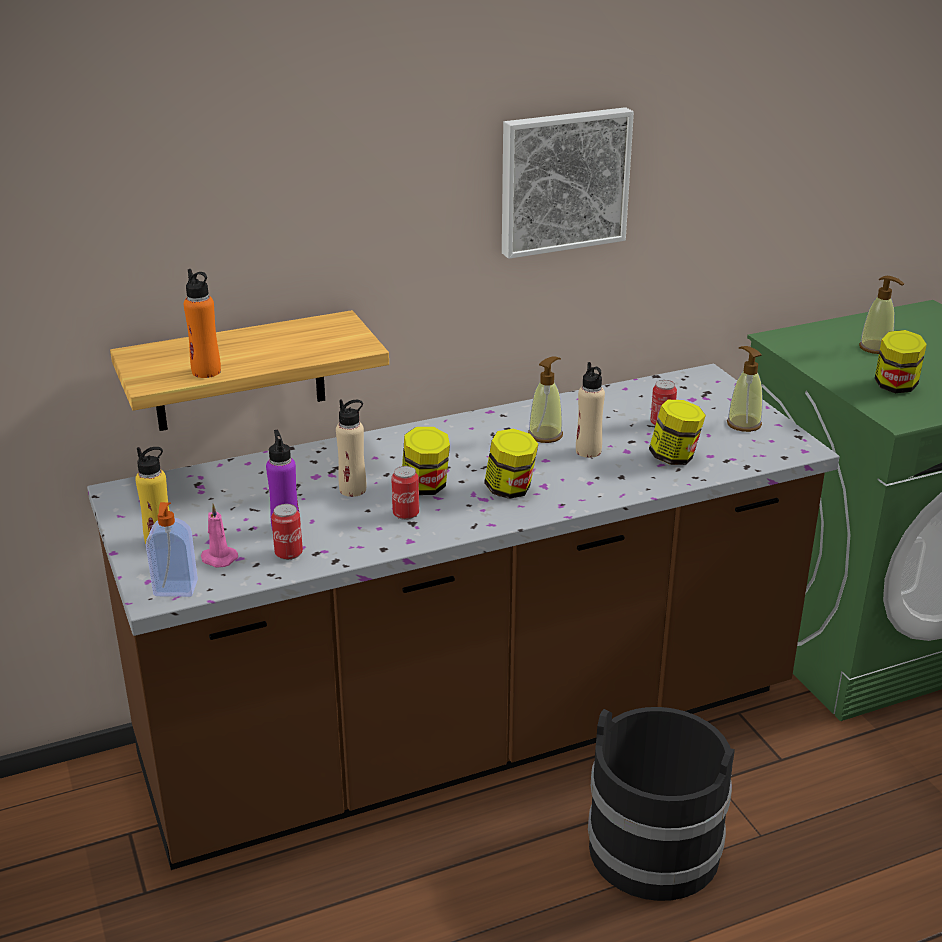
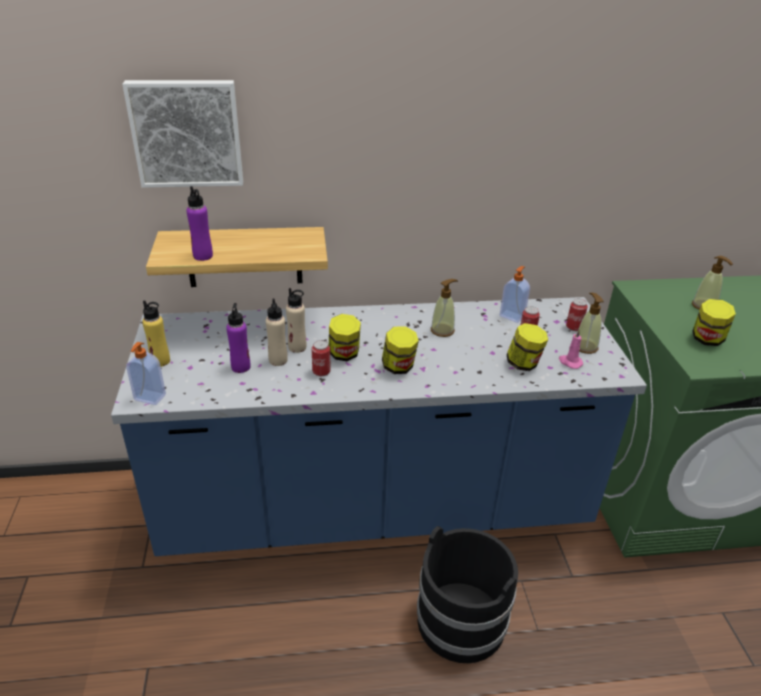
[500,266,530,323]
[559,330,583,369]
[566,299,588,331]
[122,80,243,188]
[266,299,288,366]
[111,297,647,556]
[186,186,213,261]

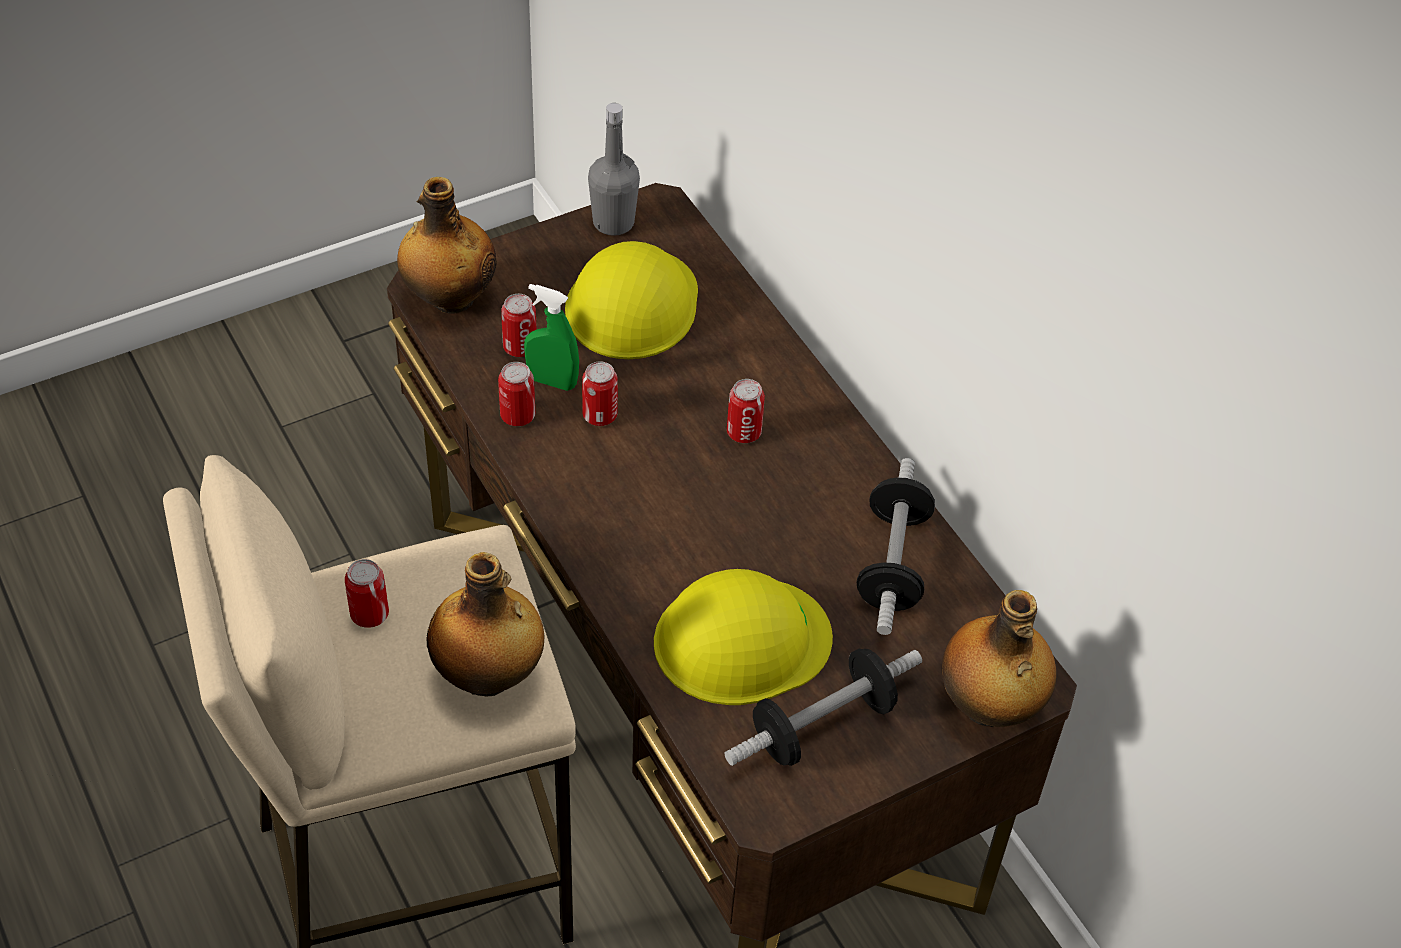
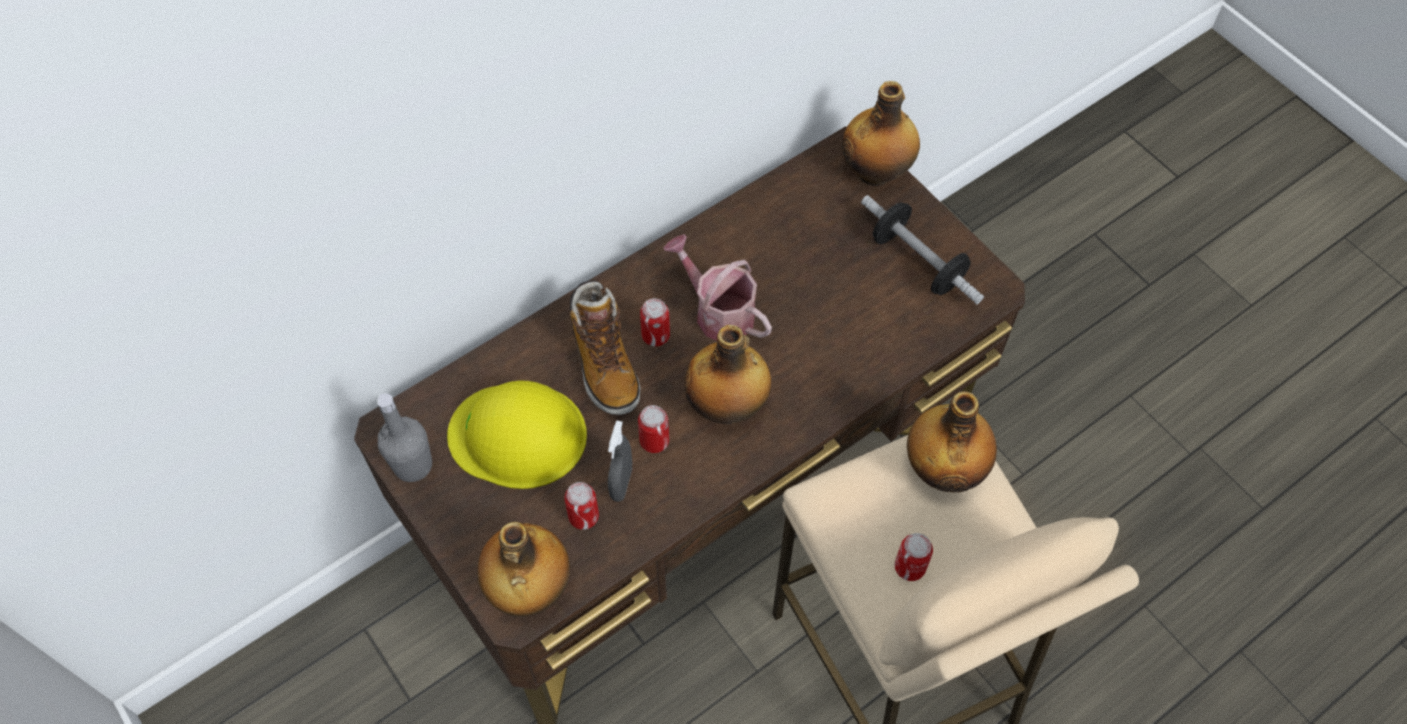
[498,362,535,426] (first image)
[654,569,833,705] (first image)
[857,458,935,635] (first image)
[570,280,640,415]
[664,234,772,340]
[684,325,771,424]
[608,421,632,502]

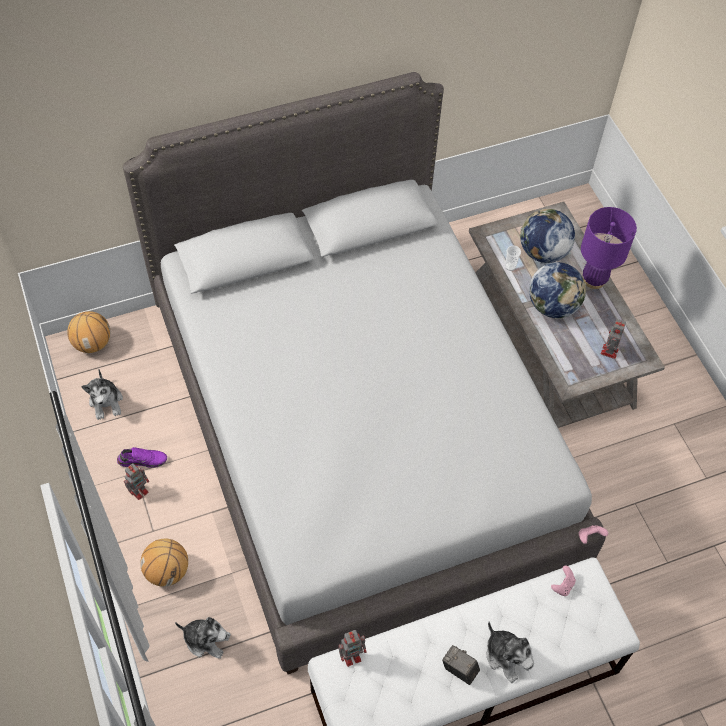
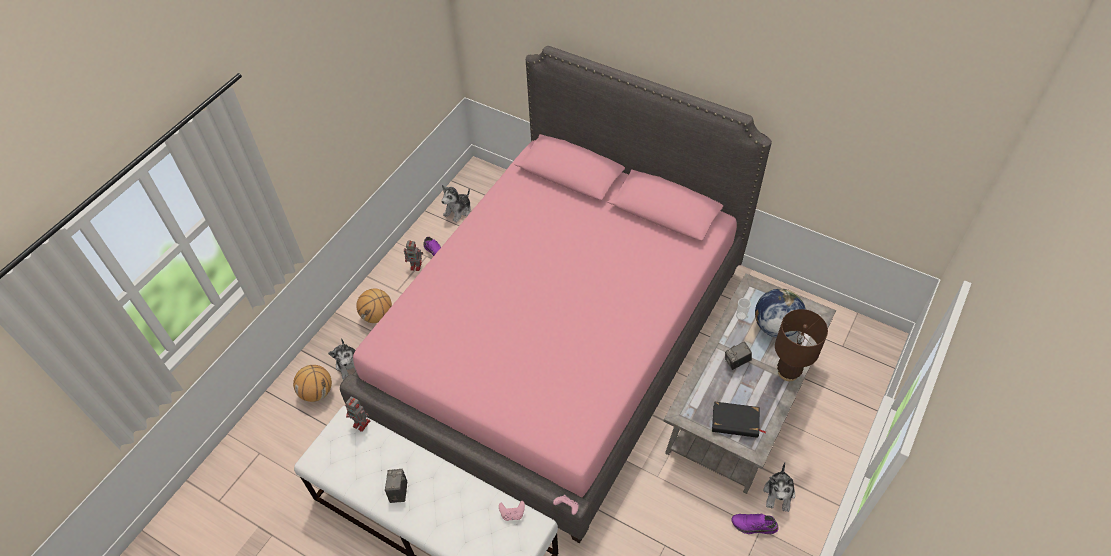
[732,514,779,534]
[293,365,332,402]
[764,463,795,512]
[725,342,752,370]
[712,401,766,438]
[340,46,772,543]
[775,309,828,381]

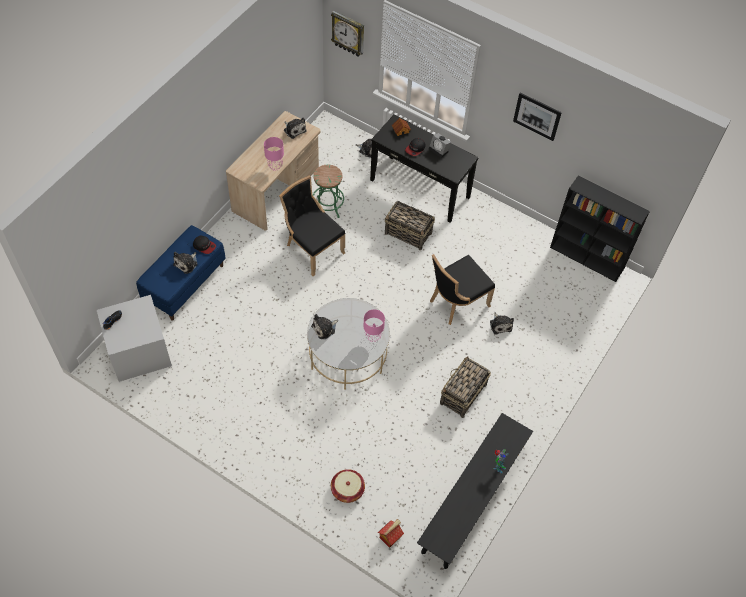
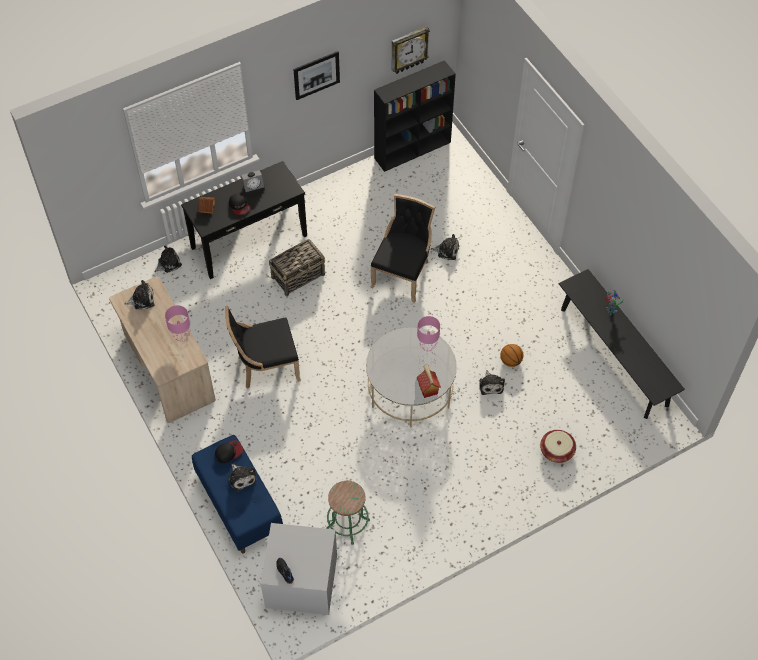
[440,357,491,418] (first image)
[500,344,523,367]
[479,370,505,395]
[326,481,370,545]
[392,26,430,74]
[417,365,441,398]
[370,194,435,303]

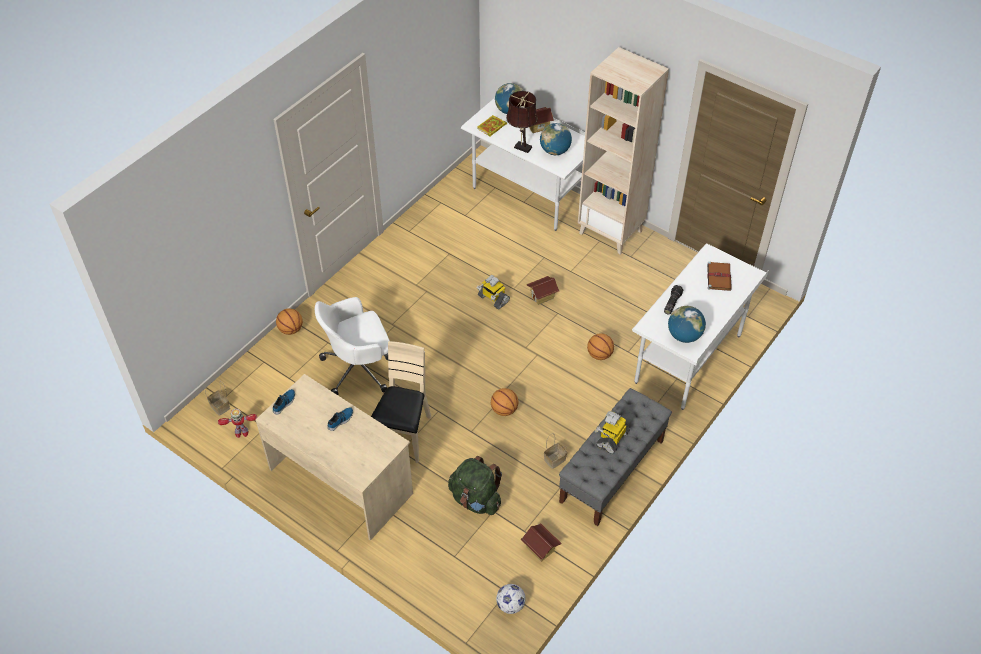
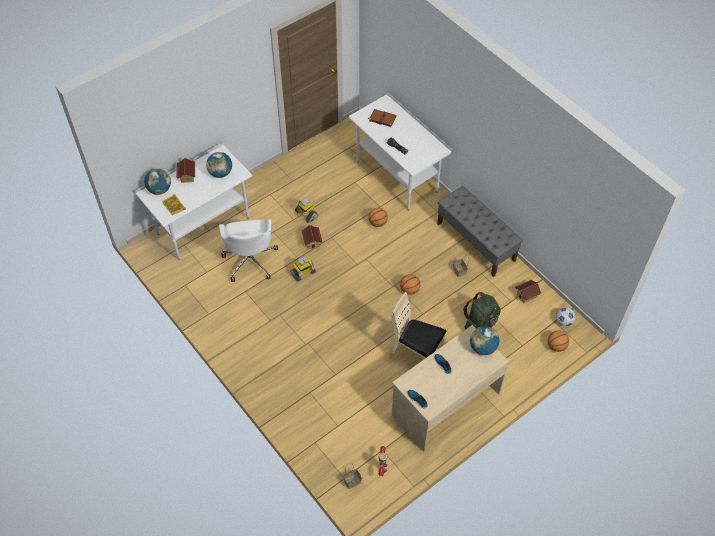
[506,91,538,153] (first image)
[578,47,669,255] (first image)
[548,330,569,352]
[219,219,278,282]
[293,197,318,223]
[470,326,499,355]

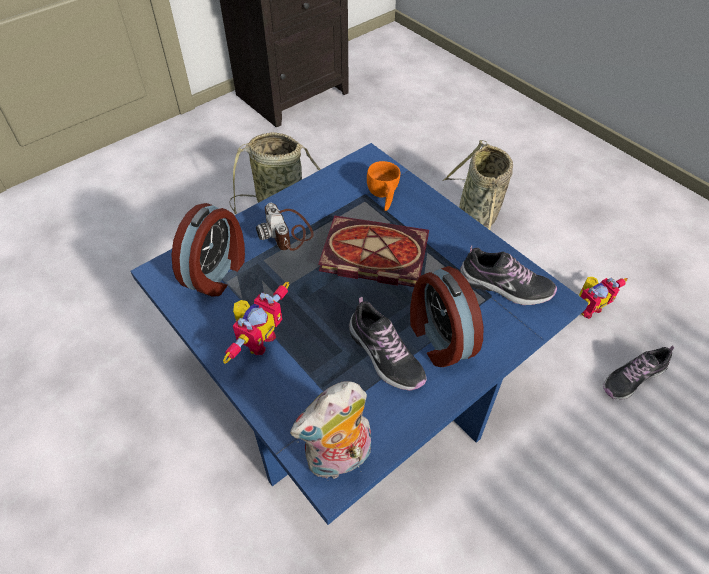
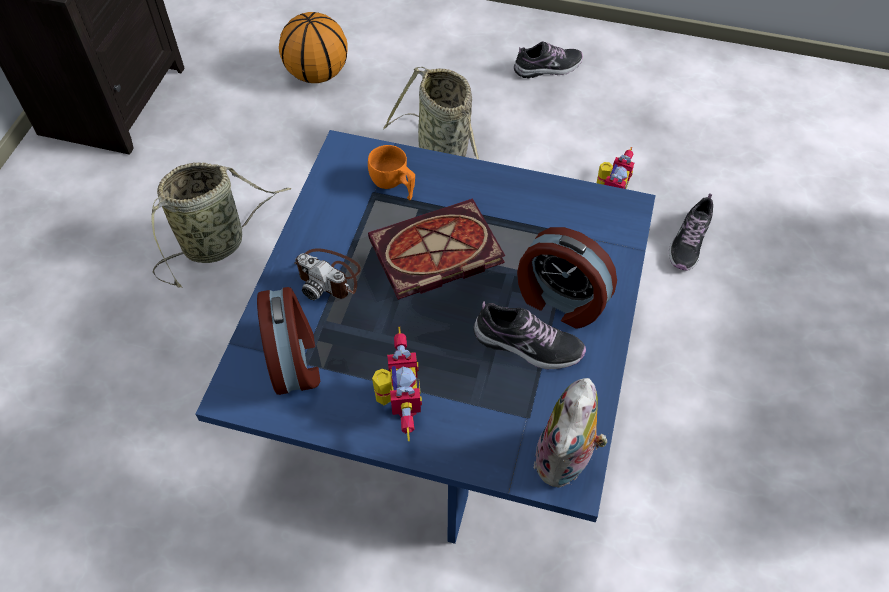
[279,12,348,83]
[514,41,583,78]

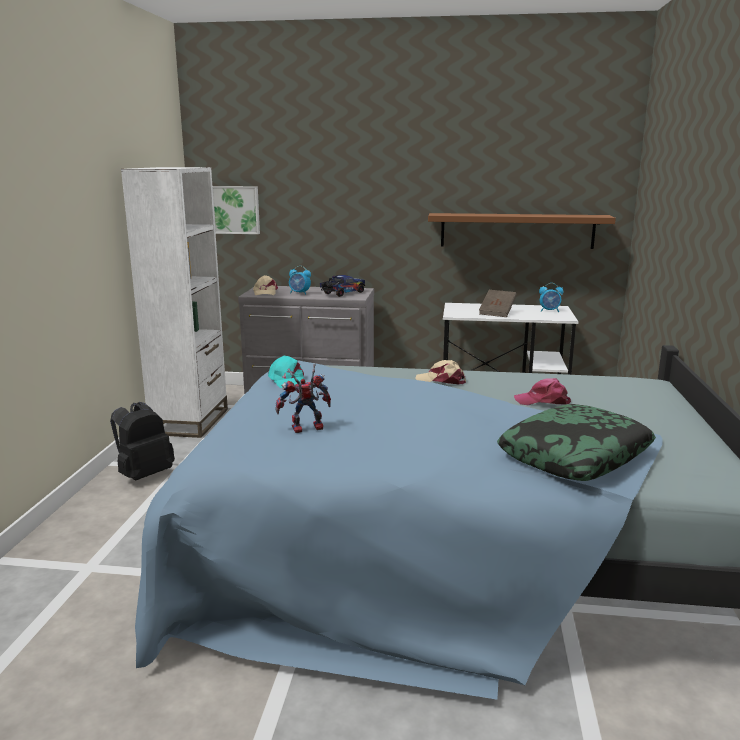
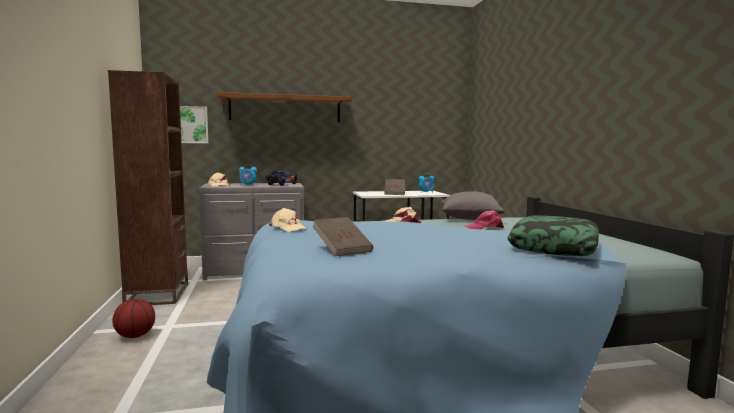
[441,191,505,220]
[216,92,352,122]
[112,299,155,338]
[312,217,373,256]
[108,70,188,305]
[269,208,305,232]

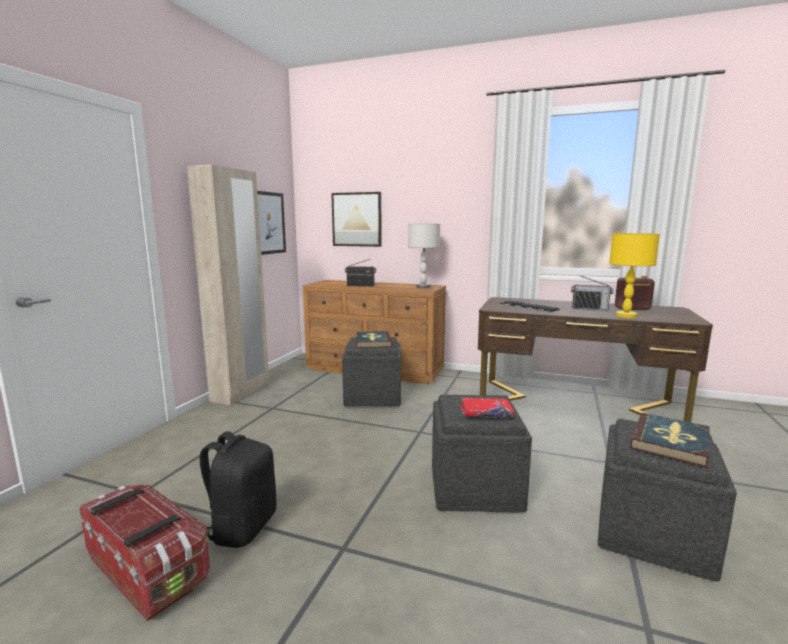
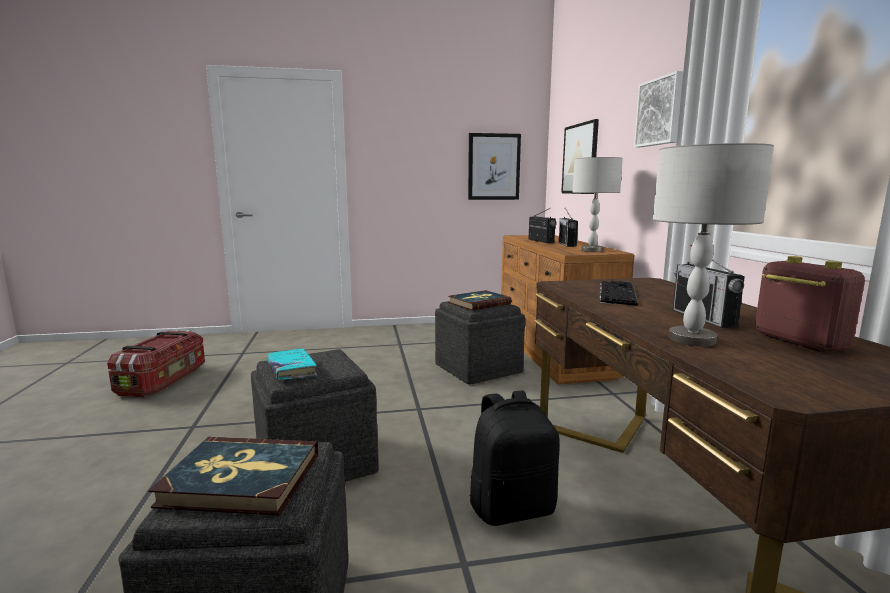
[187,164,269,405] (first image)
[559,208,578,247]
[634,71,683,147]
[470,390,560,526]
[267,348,317,380]
[653,143,774,346]

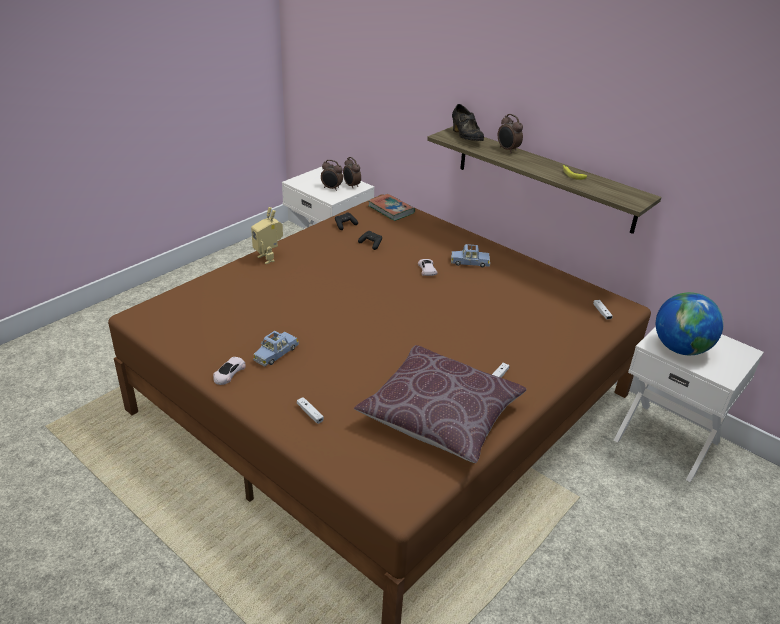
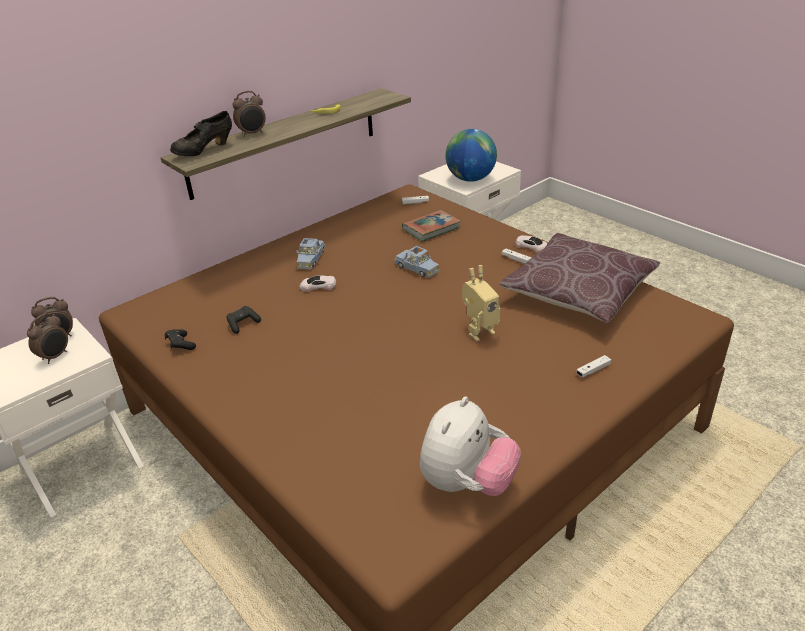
[420,396,521,496]
[515,235,548,253]
[462,265,500,341]
[394,246,440,278]
[402,210,461,242]
[170,111,232,156]

